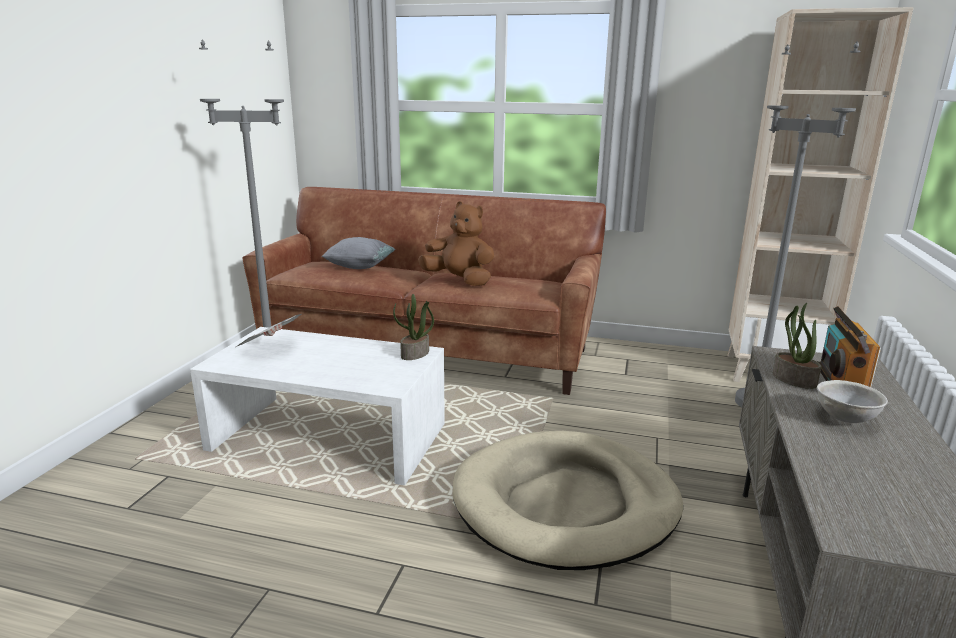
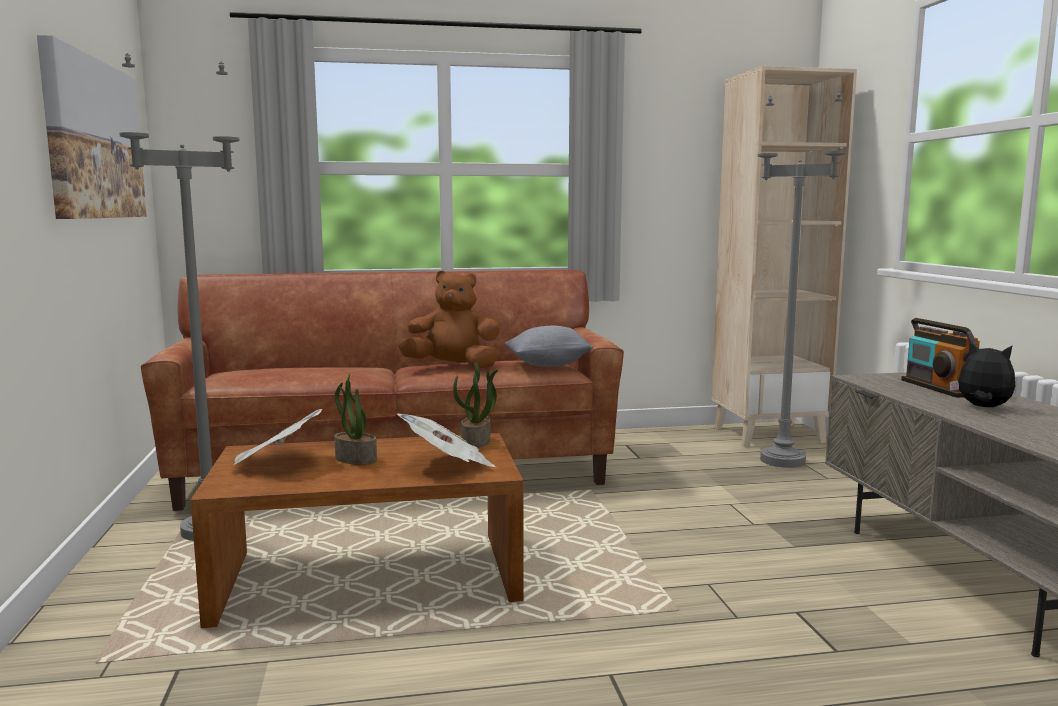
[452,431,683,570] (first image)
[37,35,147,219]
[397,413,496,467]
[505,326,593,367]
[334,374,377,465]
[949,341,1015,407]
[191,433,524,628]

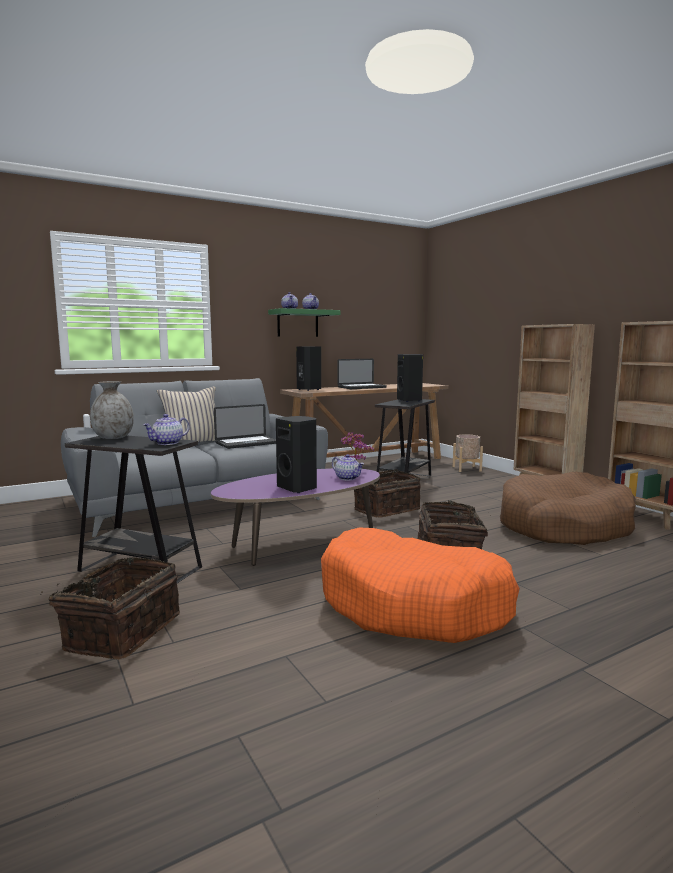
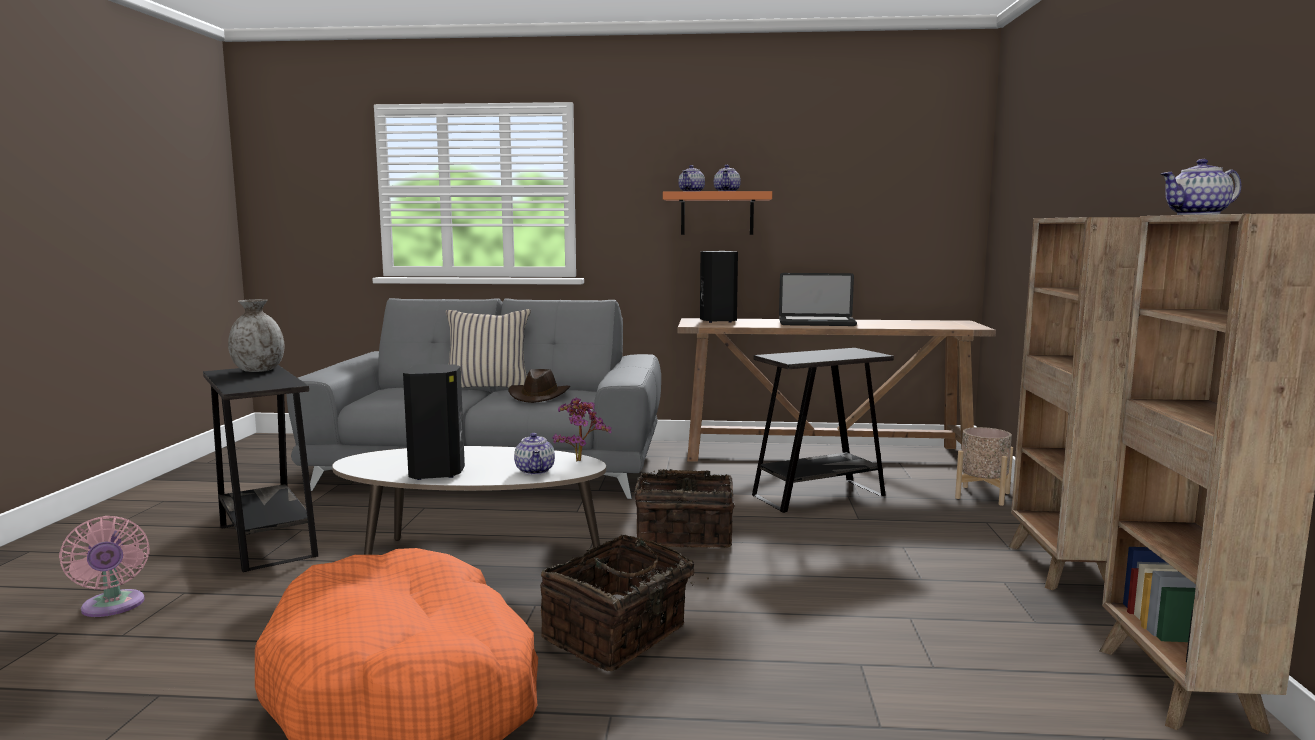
[397,354,423,402] (first image)
[500,472,636,545] (first image)
[1161,159,1241,215]
[59,516,150,617]
[508,369,570,403]
[332,446,606,555]
[663,191,772,235]

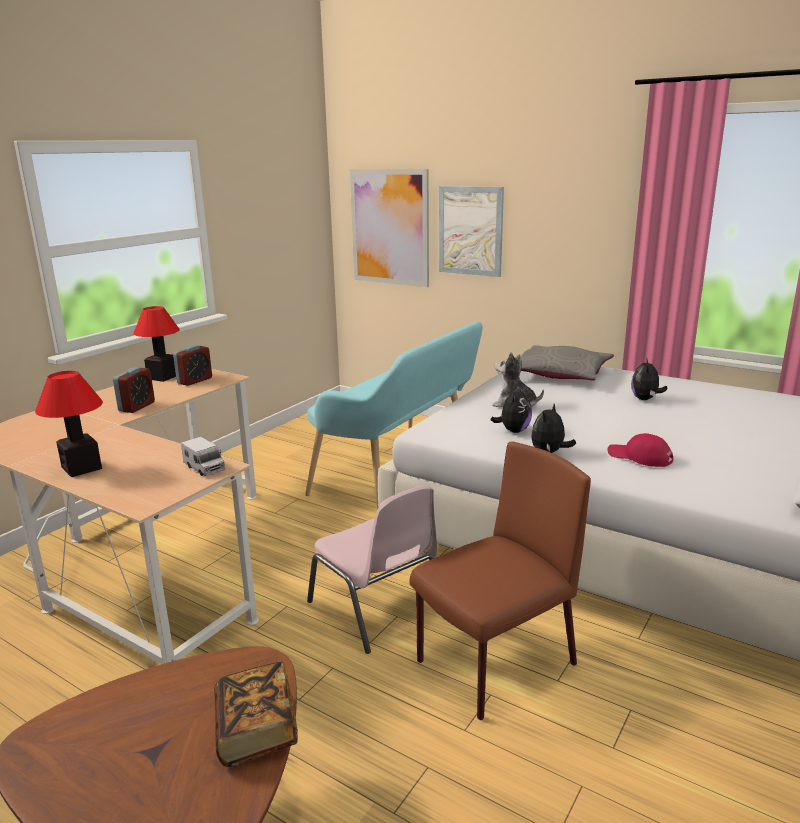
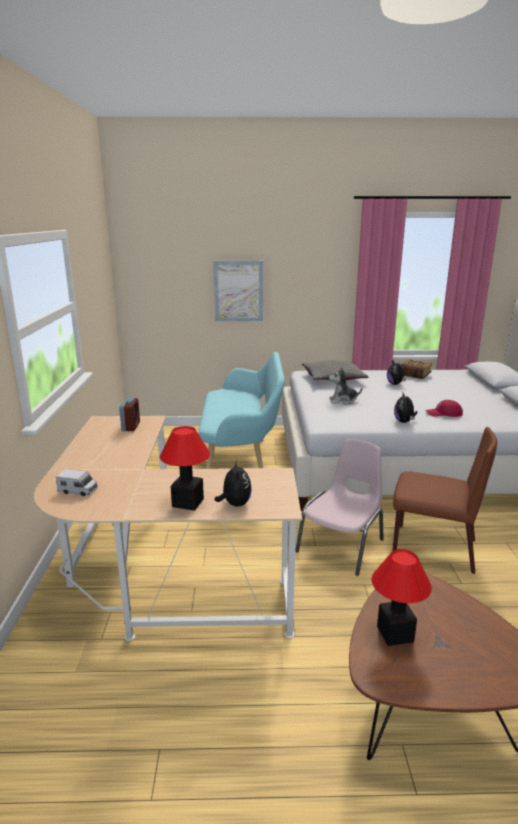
[113,367,155,413] (first image)
[350,169,429,287] (first image)
[372,549,432,646]
[56,469,98,496]
[401,359,432,379]
[215,460,252,507]
[295,439,384,576]
[392,427,497,574]

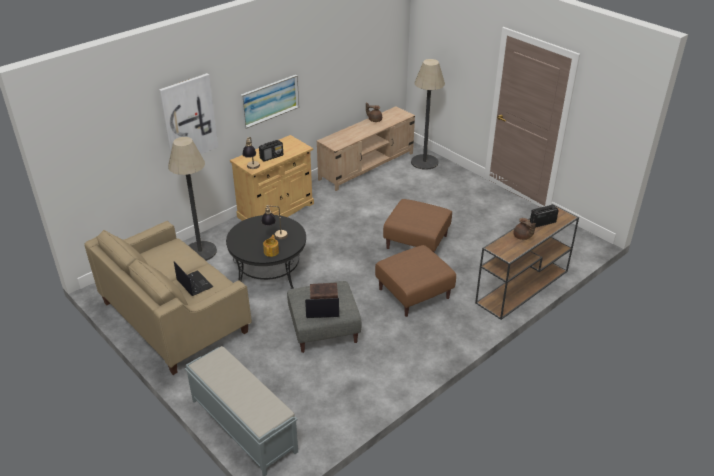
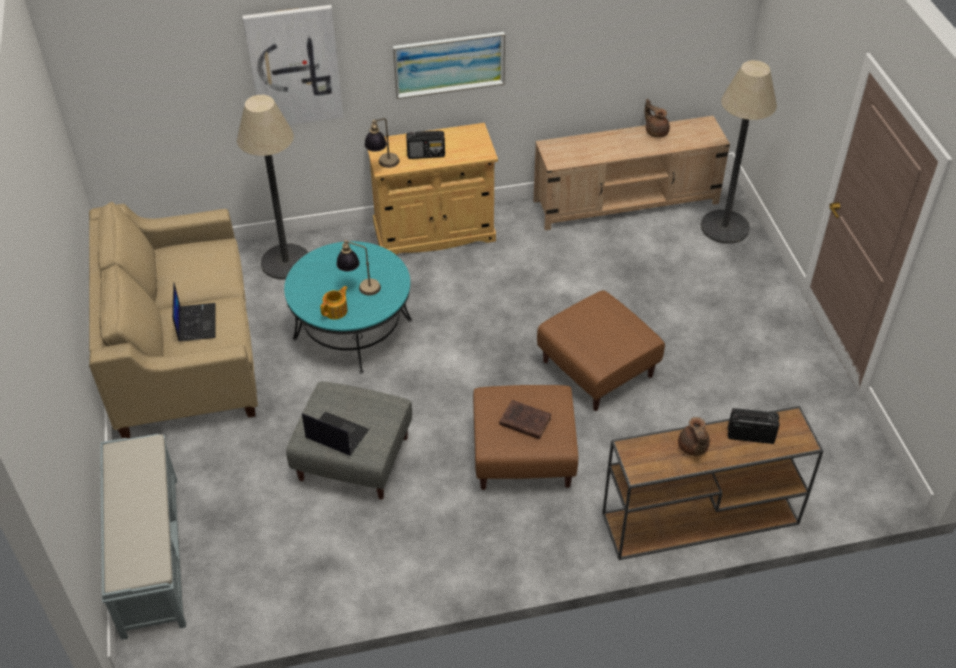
[499,400,552,439]
[284,241,412,374]

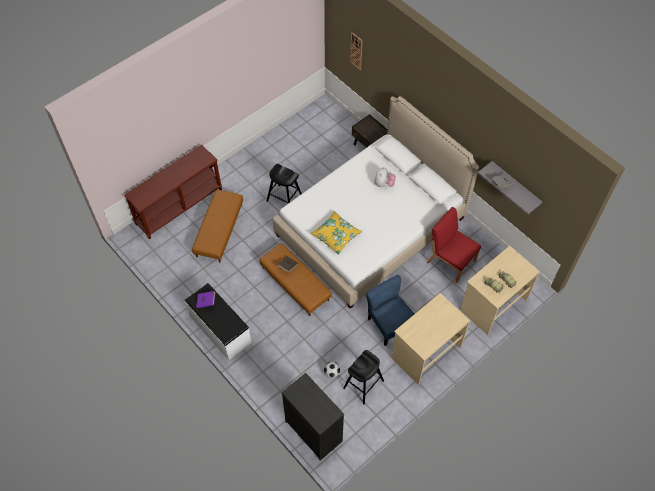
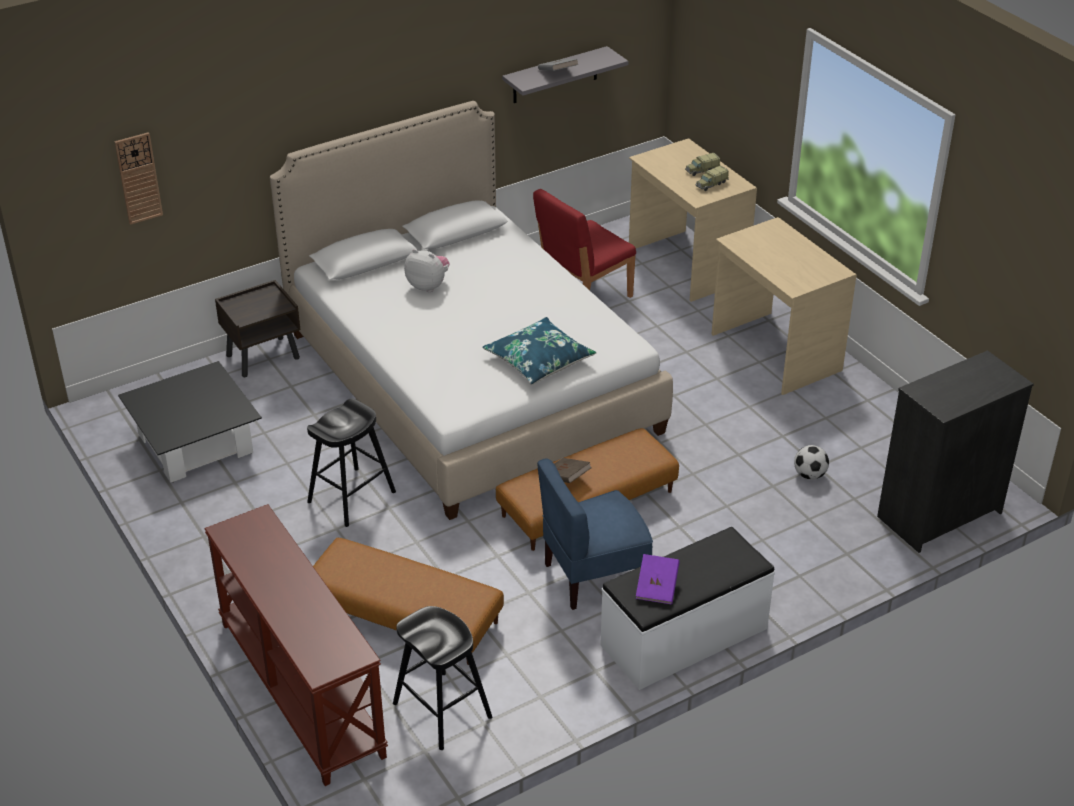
[118,361,262,483]
[393,606,492,750]
[537,458,653,610]
[482,317,597,385]

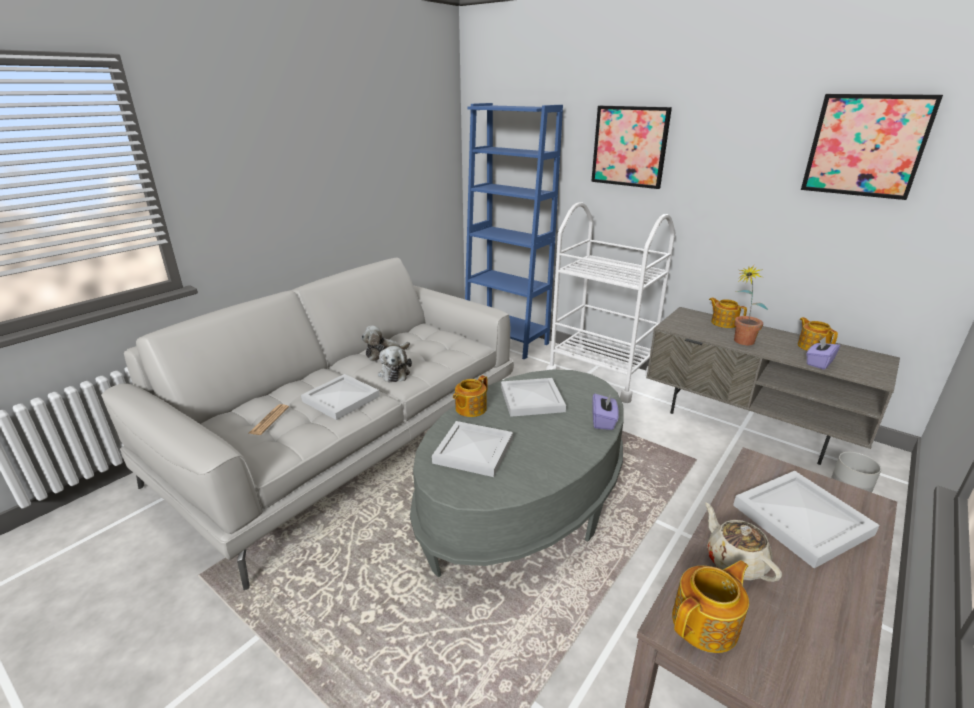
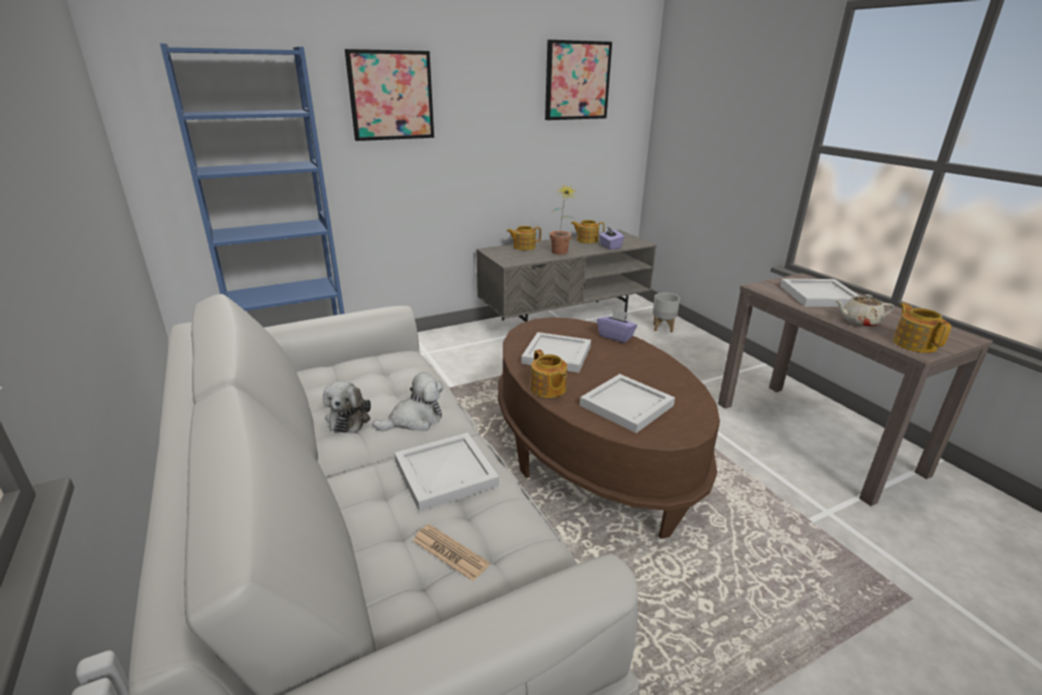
[546,202,675,403] (first image)
[498,317,720,539]
[373,372,444,431]

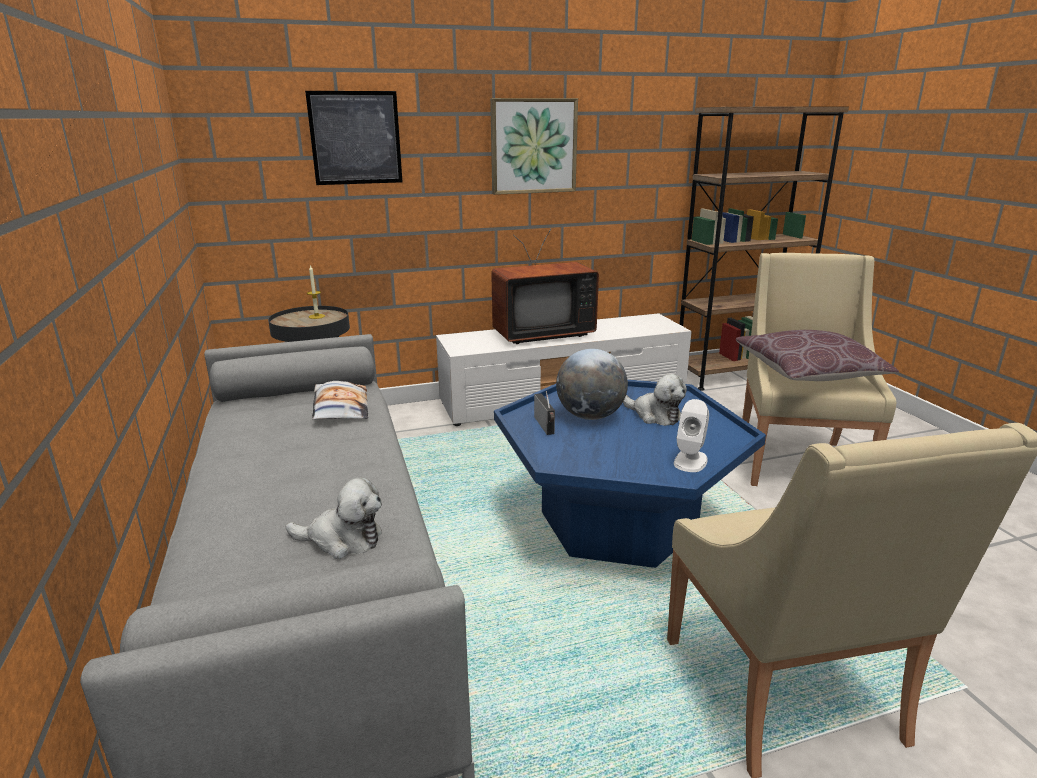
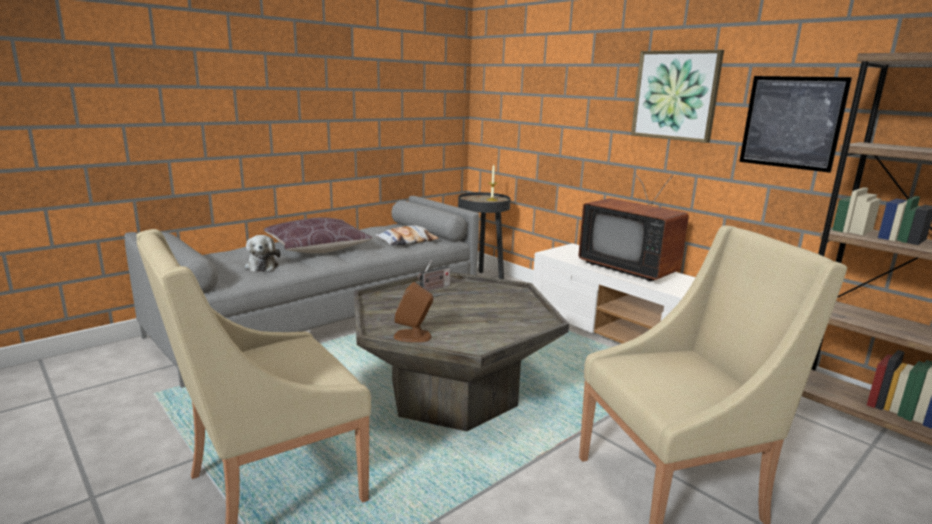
[556,349,628,420] (first image)
[623,374,687,426] (first image)
[739,76,852,173]
[264,217,373,253]
[354,272,569,431]
[394,282,433,342]

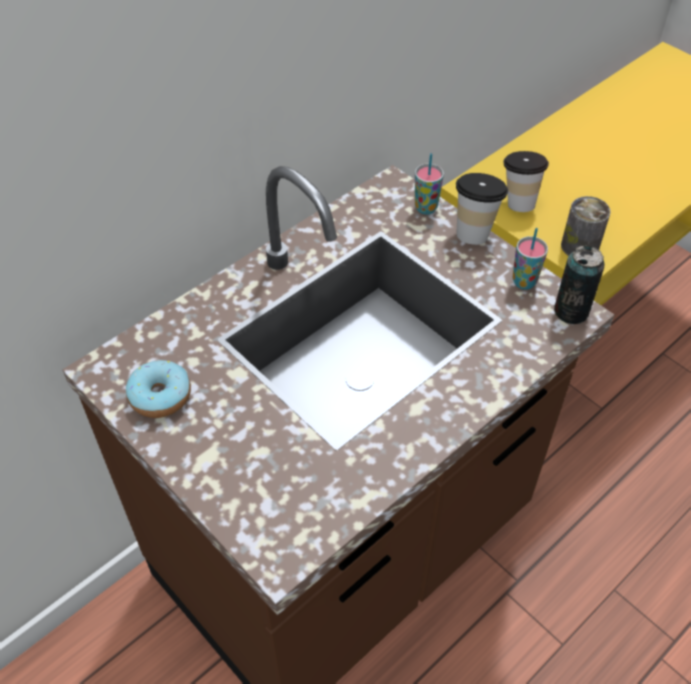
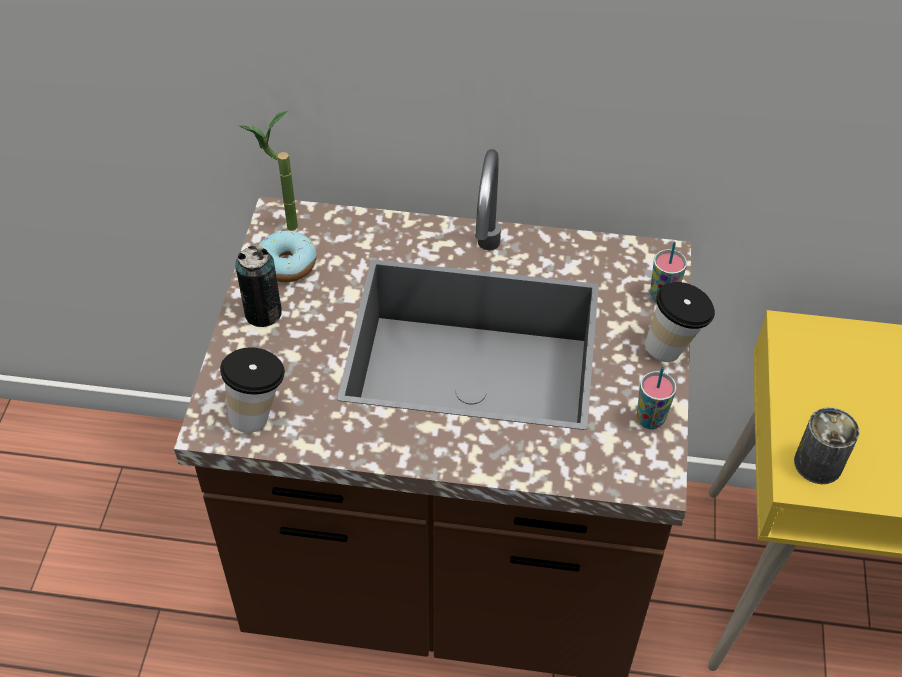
[240,111,298,231]
[220,347,285,433]
[235,246,282,327]

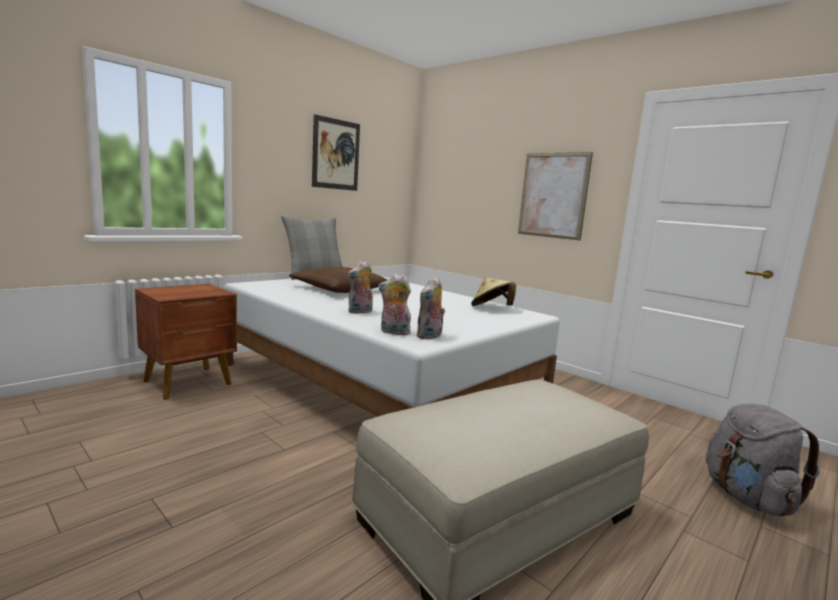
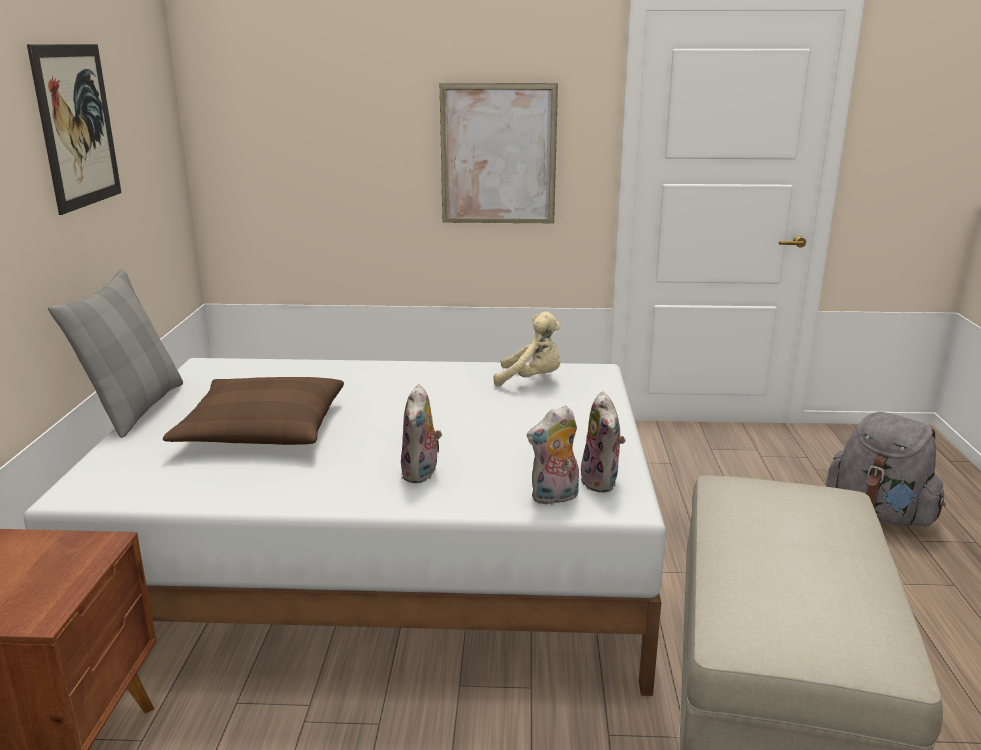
[494,312,561,387]

